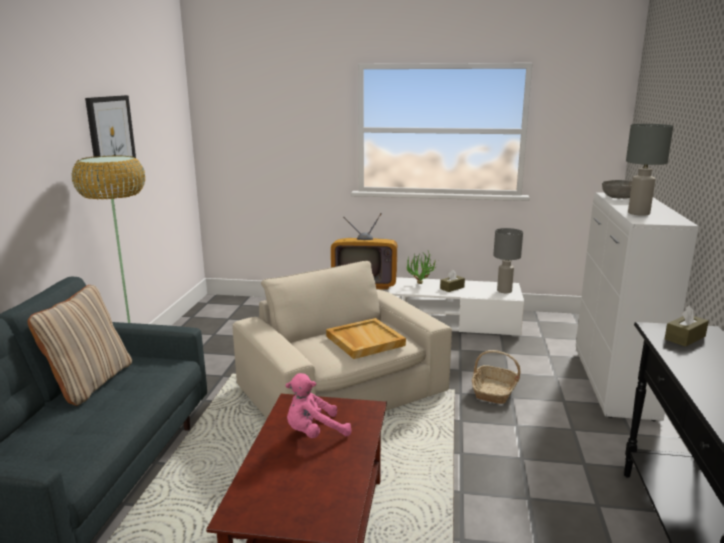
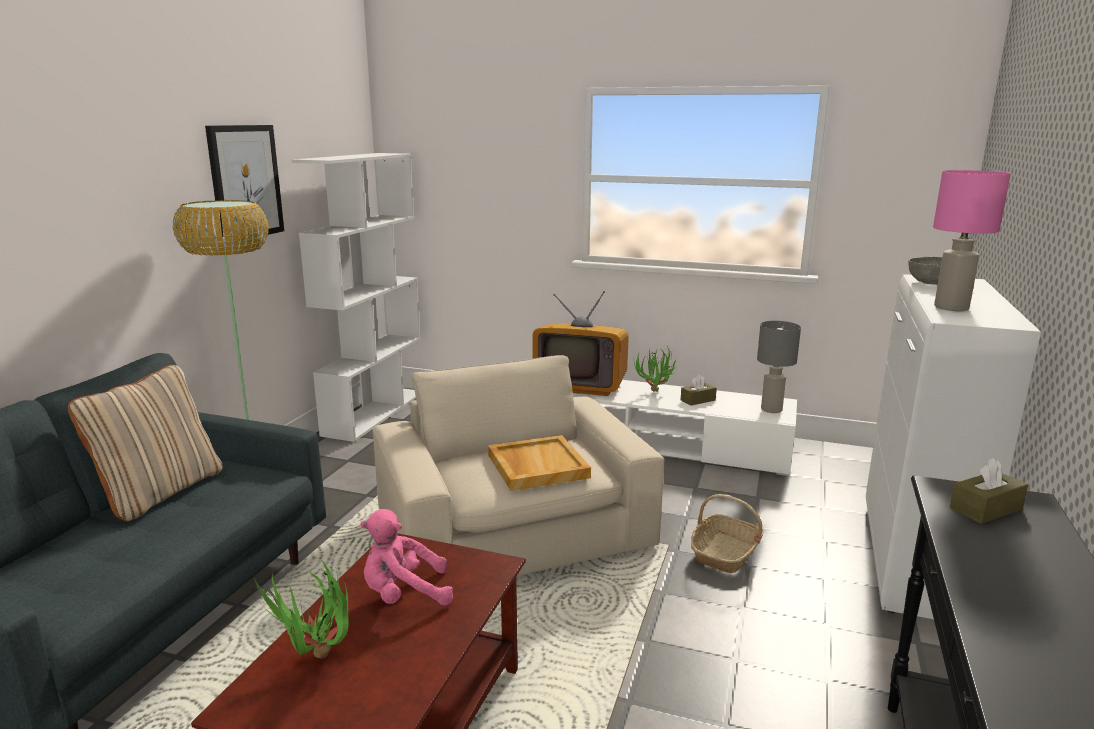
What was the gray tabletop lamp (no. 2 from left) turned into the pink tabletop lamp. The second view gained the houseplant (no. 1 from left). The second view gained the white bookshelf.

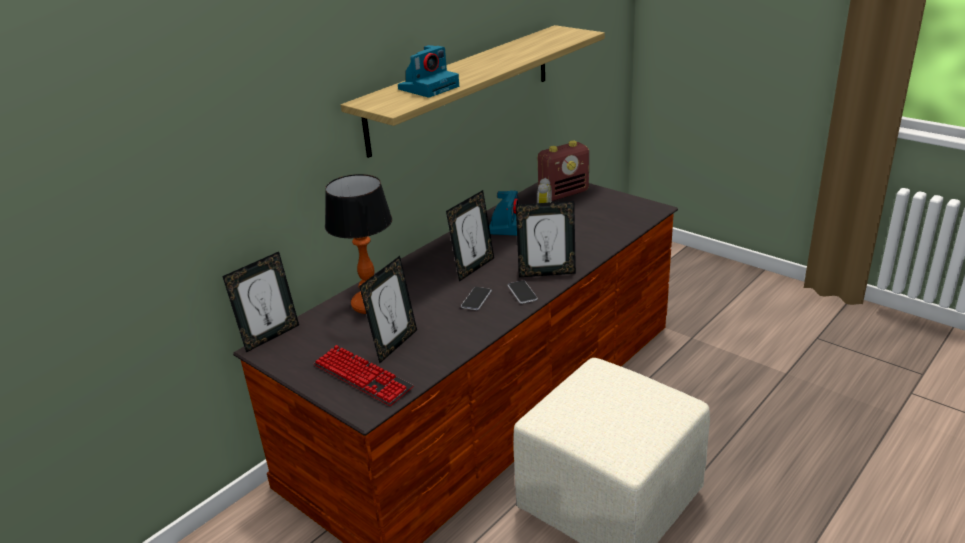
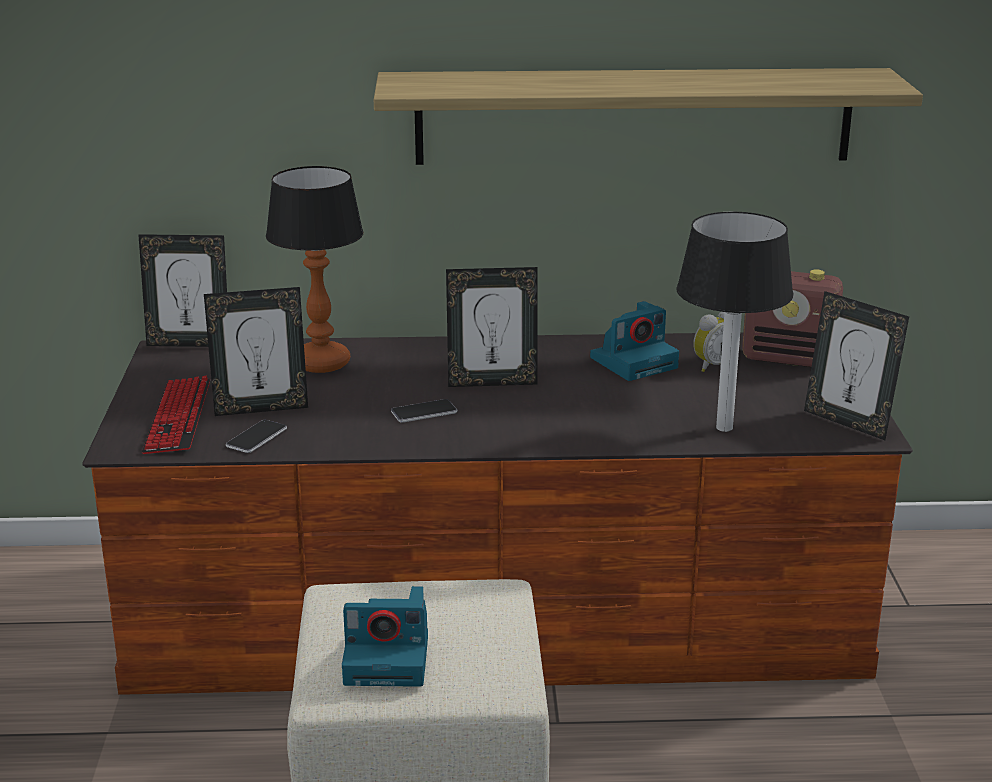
The still camera (no. 1 from left) ended up elsewhere. The phone (no. 2 from left in the first image) ended up elsewhere. The picture frame (no. 4 from left) ended up elsewhere. The second view gained the tabletop lamp (no. 2 from left).

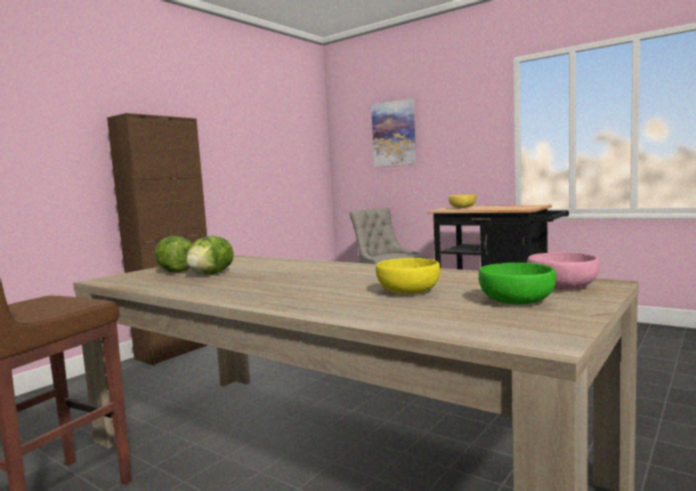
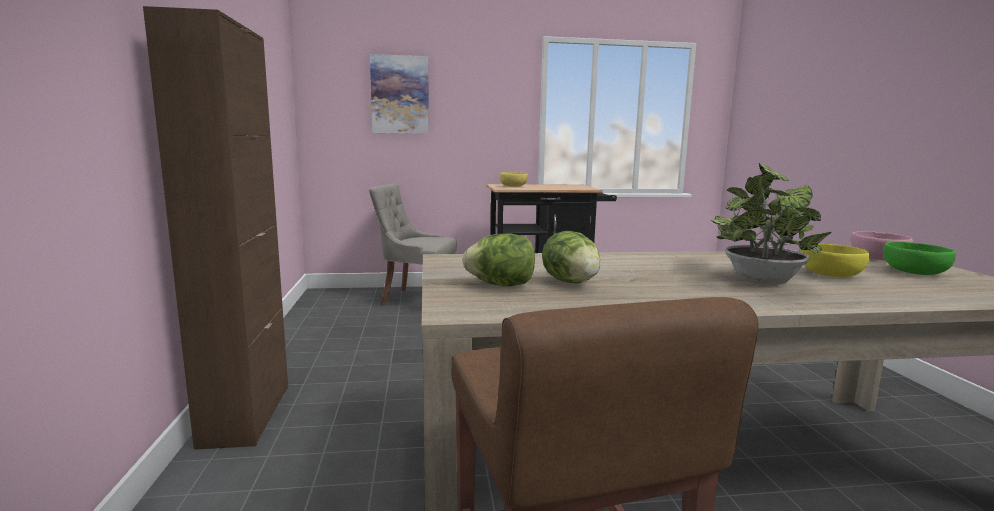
The second view gained the houseplant.

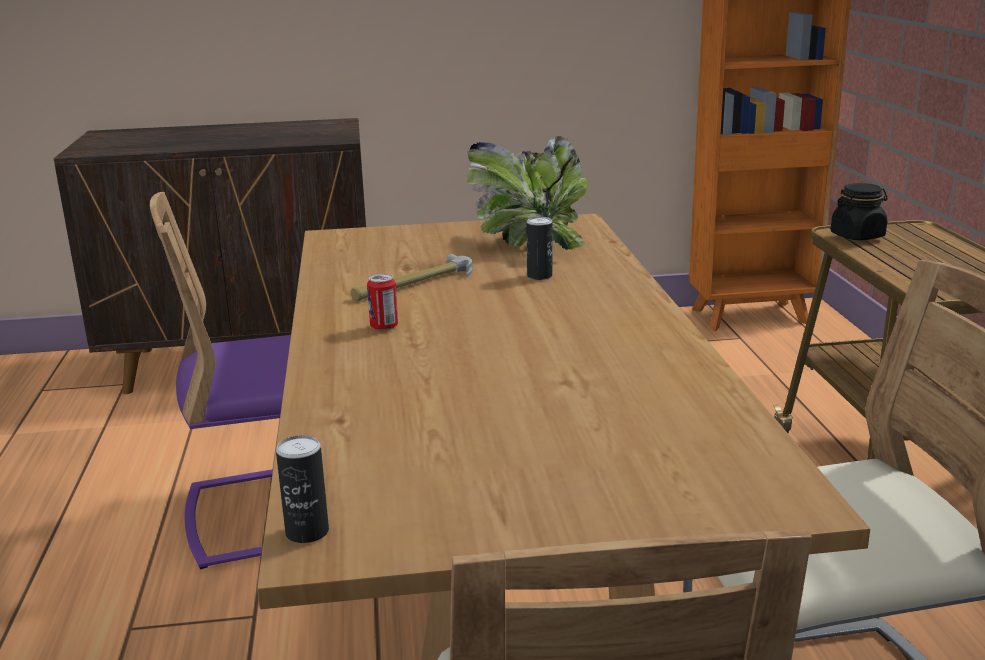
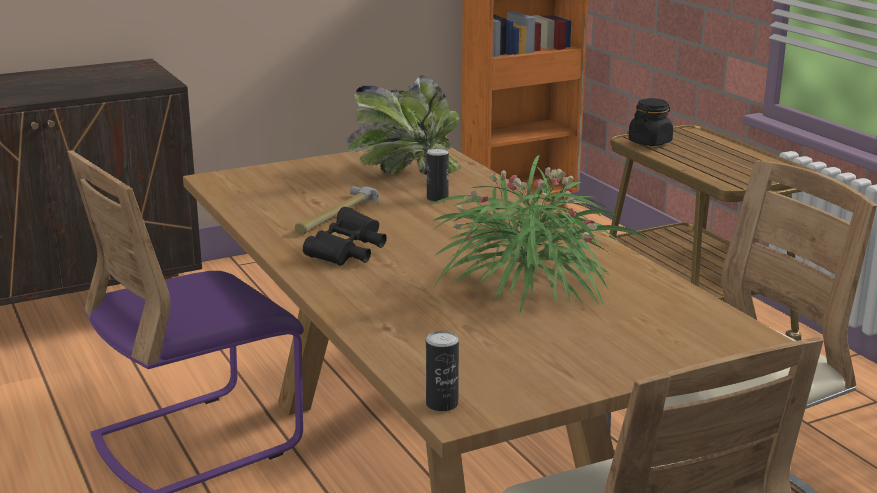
Where the can (no. 2 from left) stood, the blackish binoculars came to stand. The second view gained the houseplant (no. 2 from left).

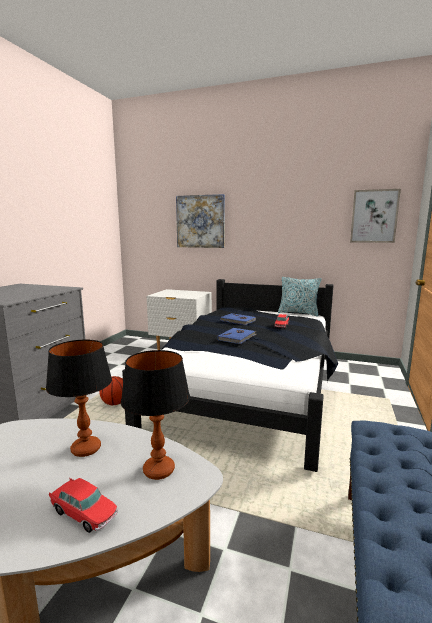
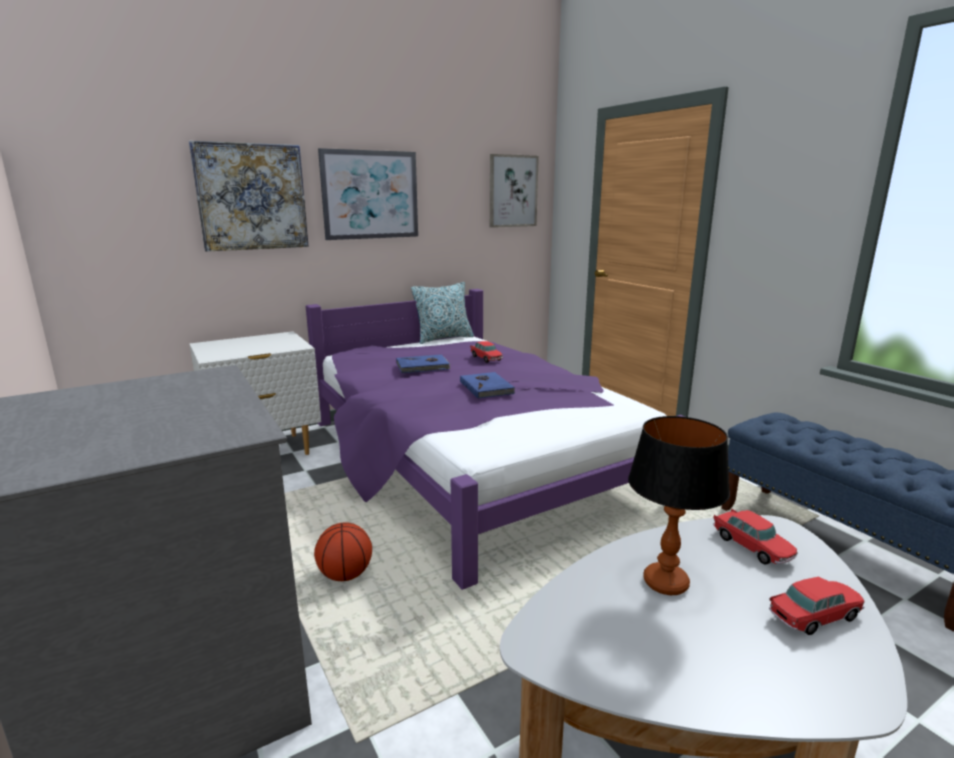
Where the tabletop lamp (no. 2 from left) stood, the miniature car (no. 2 from left) came to stand. What was the blackish bedroom bed turned into the purplish bedroom bed. The second view gained the wall picture (no. 2 from left).

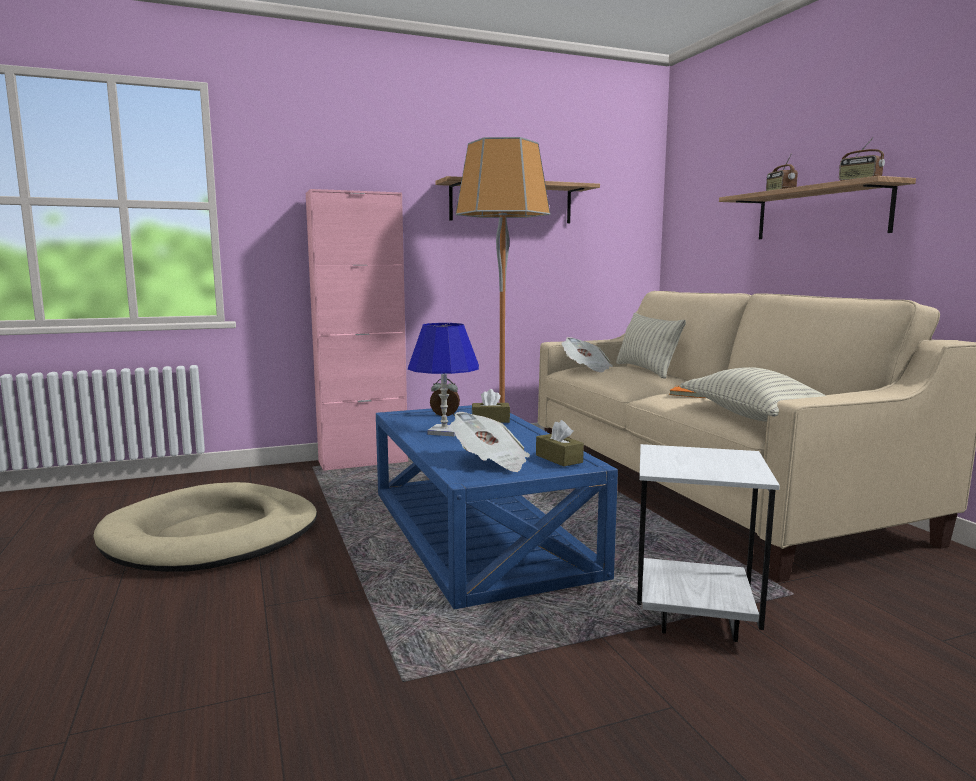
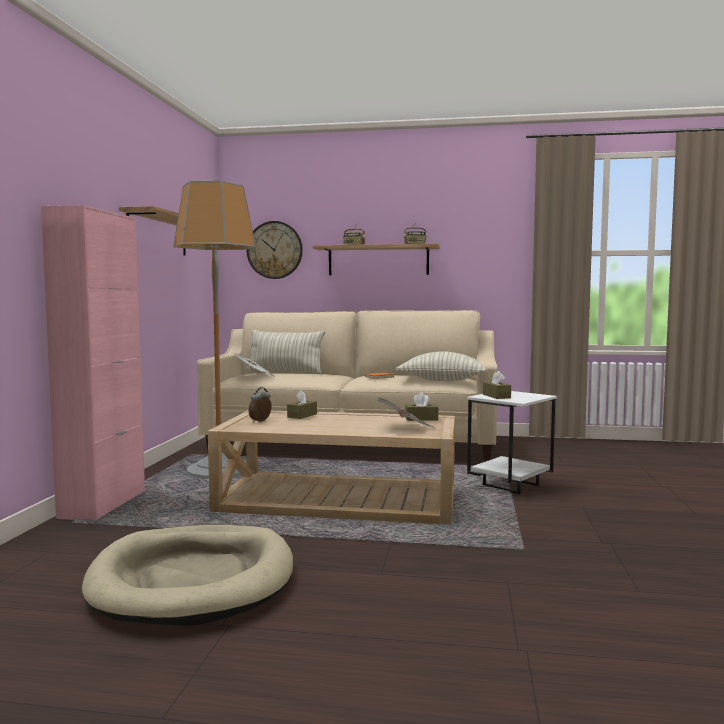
What was the blue-coloured lounge table turned into the beige lounge table. The second view lost the blue-coloured tabletop lamp. The second view gained the wall clock. The second view gained the brownish tissue holder (no. 3 from left).

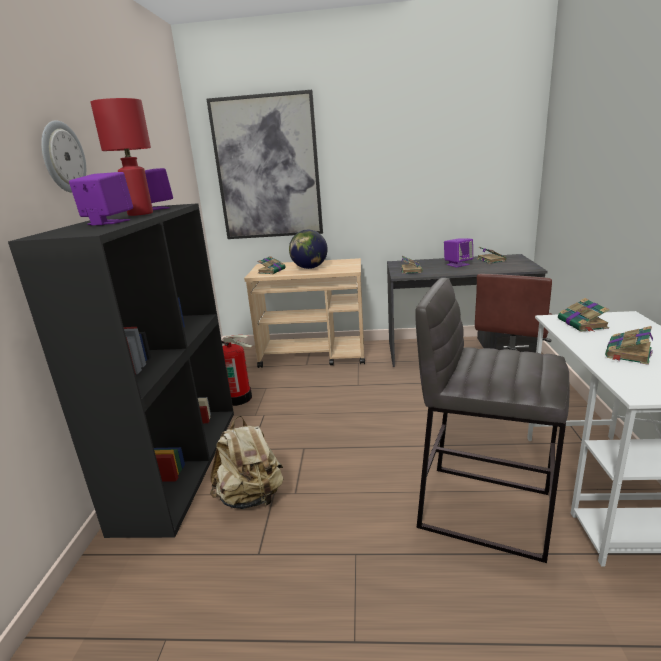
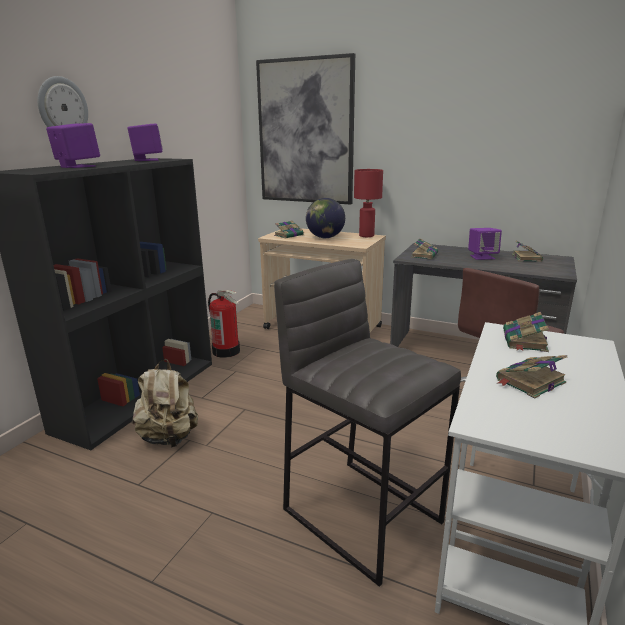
The red-coloured tabletop lamp ended up elsewhere.

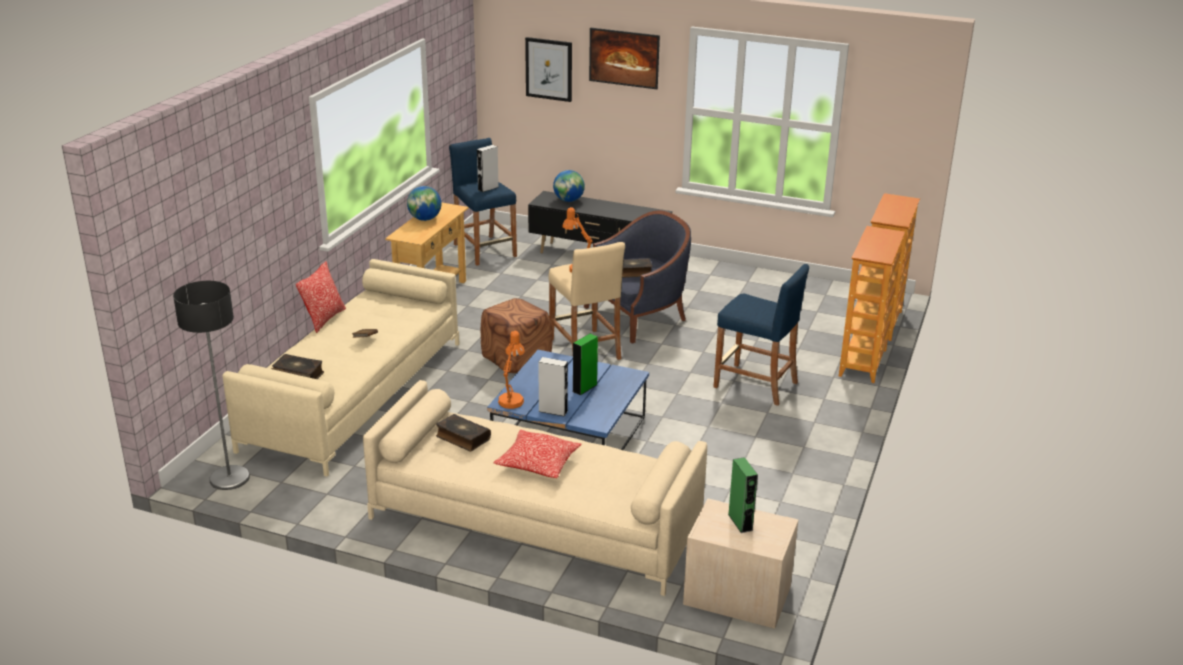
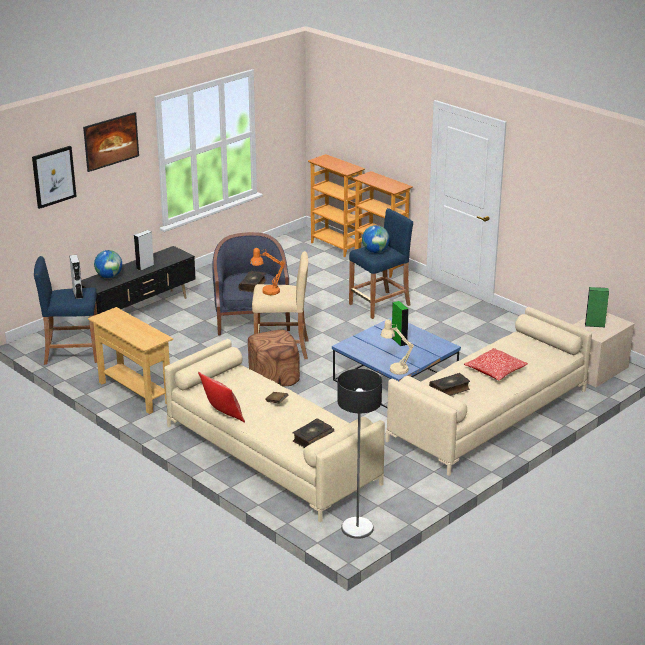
The globe (no. 1 from left in the first image) ended up elsewhere. What was the orange tabletop lamp (no. 1 from left) turned into the beige tabletop lamp. The gray audio speaker (no. 2 from left) ended up elsewhere.

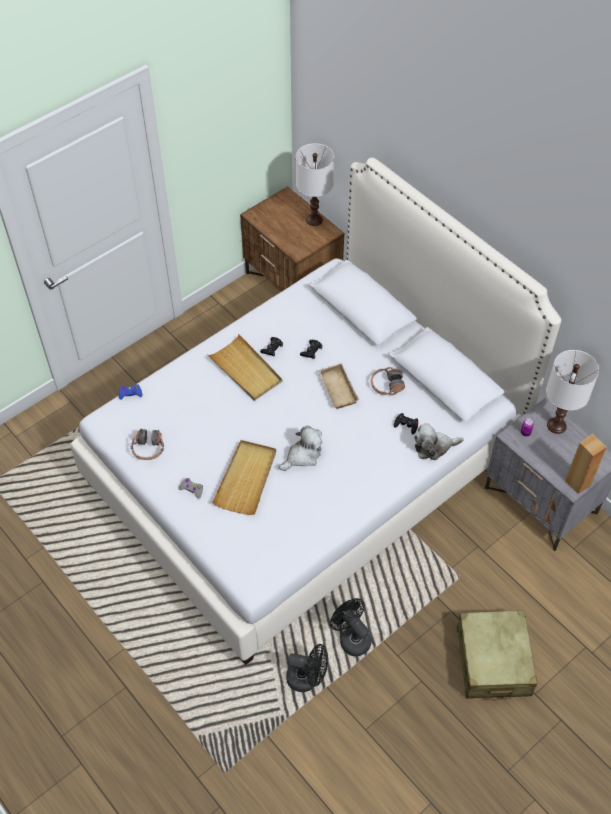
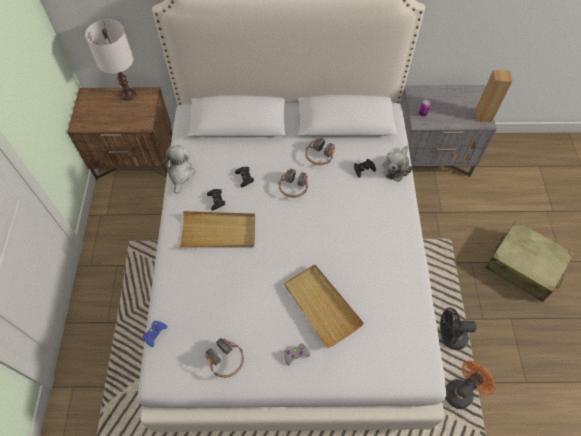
The cuddly toy (no. 1 from left) ended up elsewhere. What was the blackish fan (no. 1 from left) turned into the orange fan. Where the beige carrying tray (no. 3 from left) stood, the headphones (no. 2 from left) came to stand. The second view lost the white tabletop lamp (no. 2 from left).

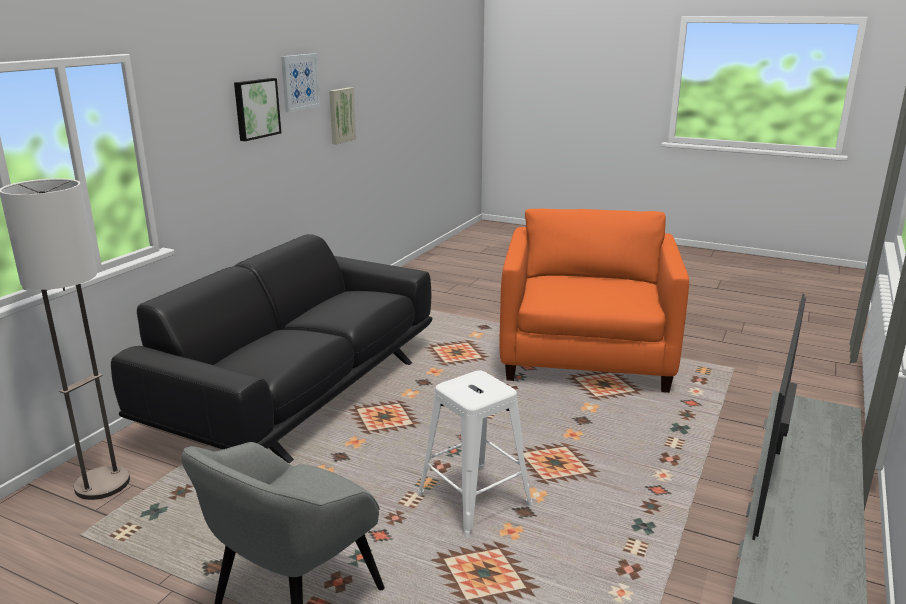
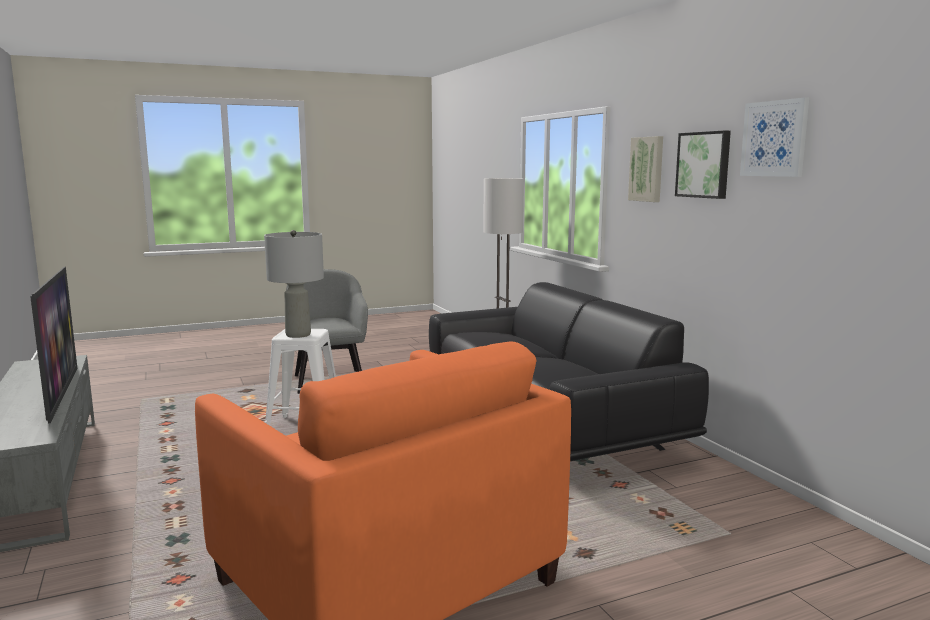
The wall picture (no. 3 from left in the first image) ended up elsewhere. The second view gained the gray tabletop lamp.

